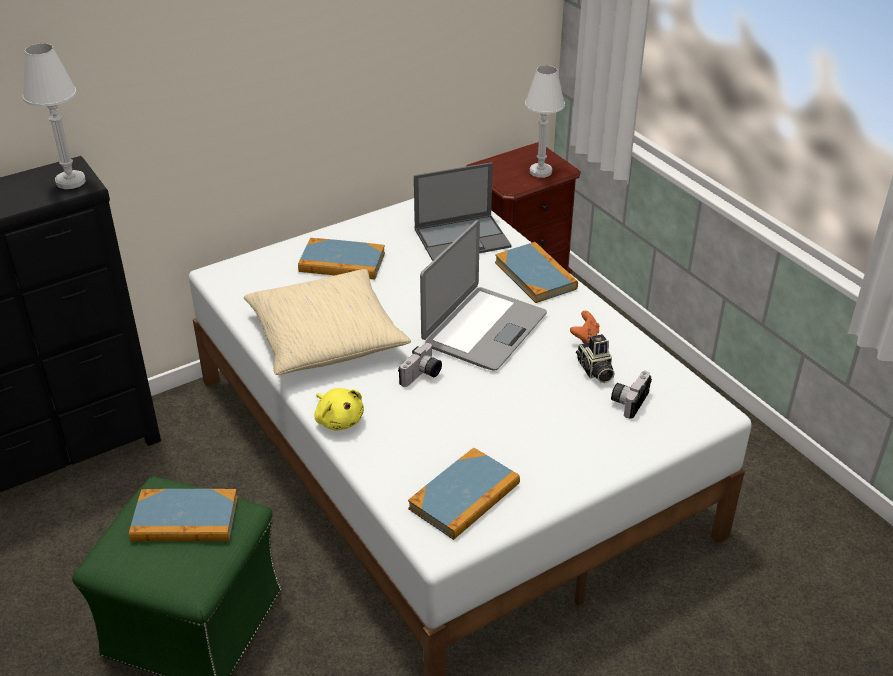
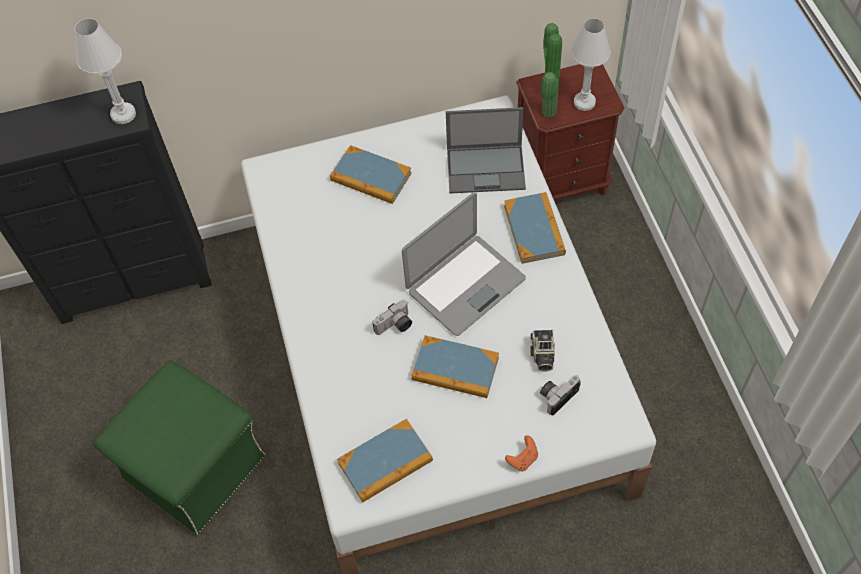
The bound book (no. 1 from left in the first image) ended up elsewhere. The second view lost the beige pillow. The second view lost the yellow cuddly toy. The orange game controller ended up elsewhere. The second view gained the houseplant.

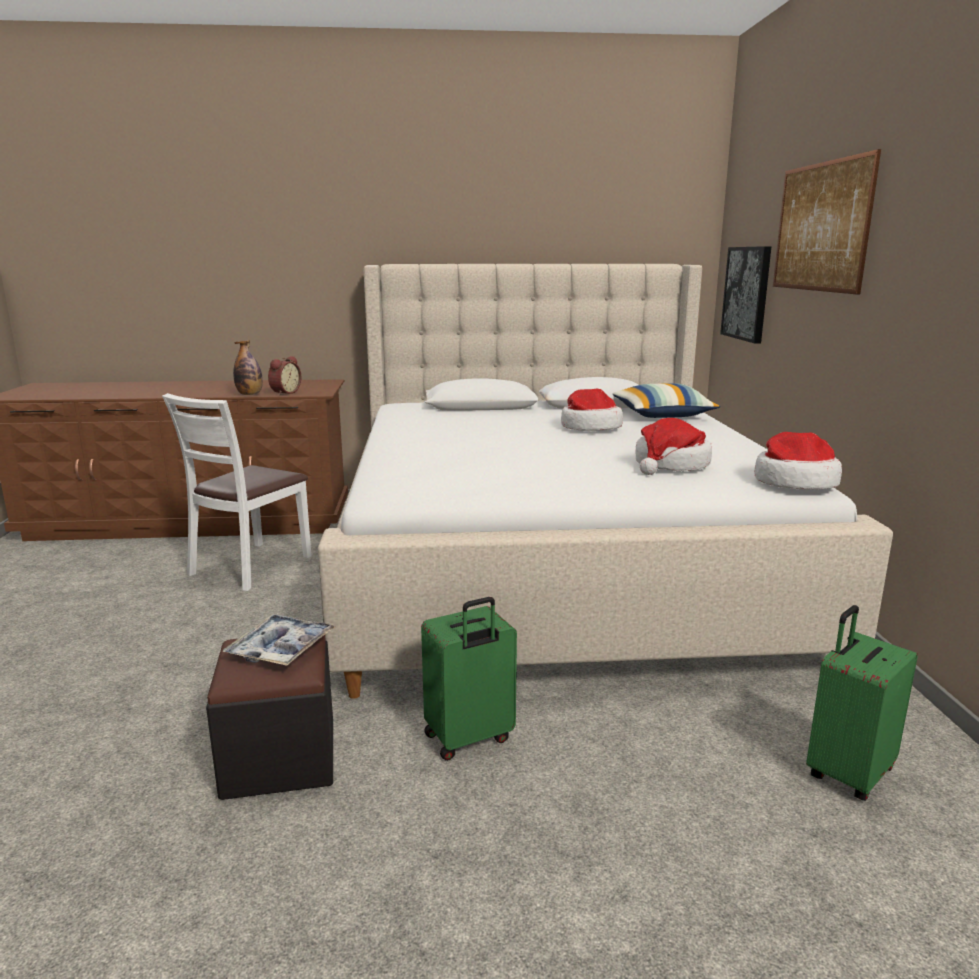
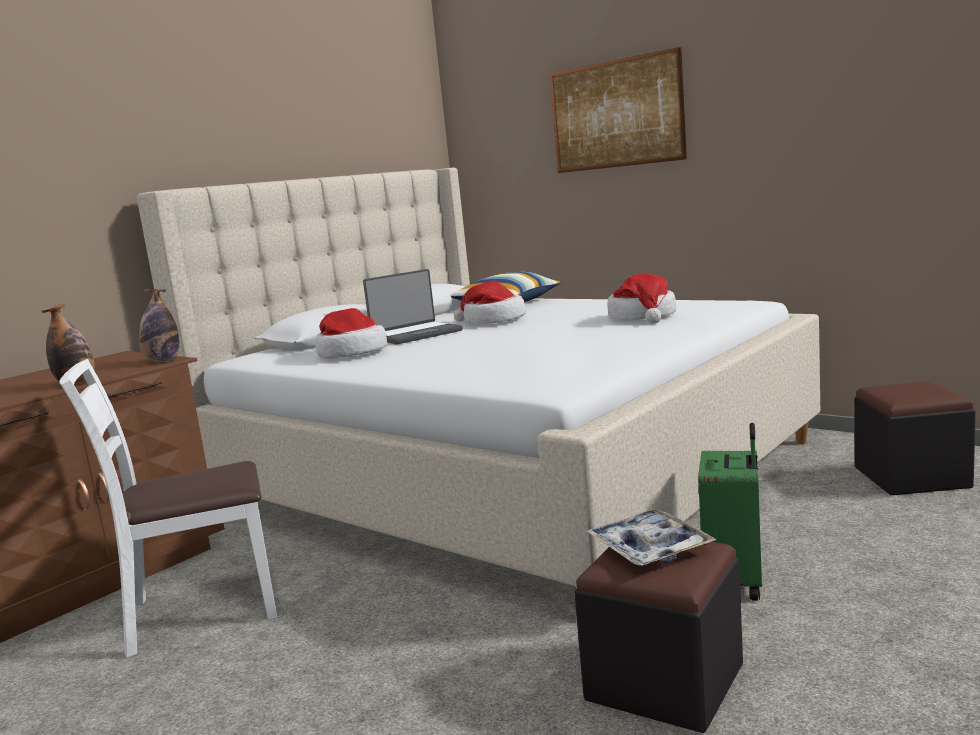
The white plain chair ended up facing another way, 90 degrees clockwise from before. The second view lost the bedside clock. The second view lost the wall picture (no. 1 from left). The clothing hat (no. 3 from left in the first image) ended up elsewhere. Where the green-coloured travel case (no. 2 from left) stood, the blackish pouffe (no. 2 from left) came to stand. The second view gained the beverage bottle (no. 2 from left). The second view gained the laptop.

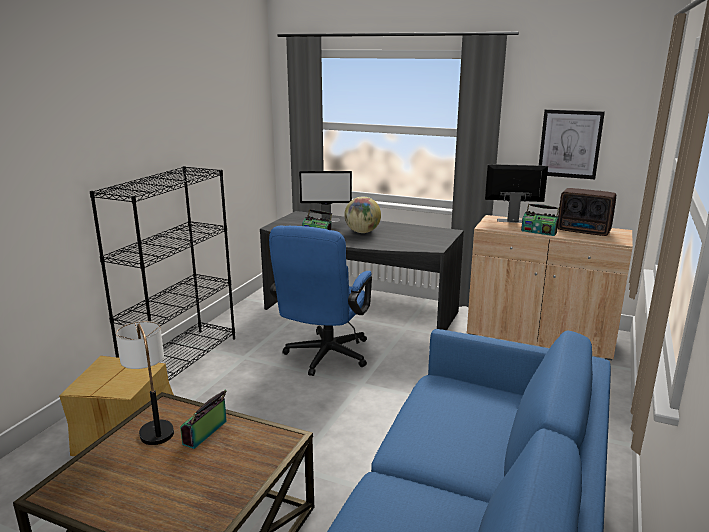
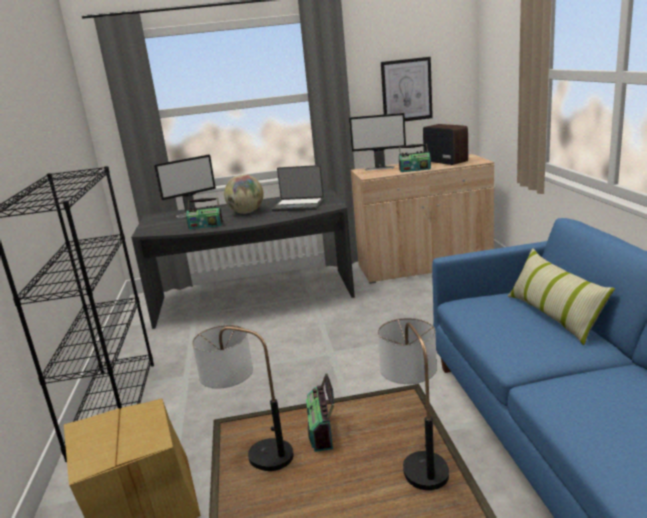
The second view lost the blue-coloured desk chair. The computer display (no. 2 from left) ended up facing another way, 150 degrees counterclockwise from before. The radio receiver (no. 4 from left) ended up facing another way, 120 degrees counterclockwise from before. The second view gained the laptop. The second view gained the tabletop lamp (no. 2 from left). The second view gained the pillow.

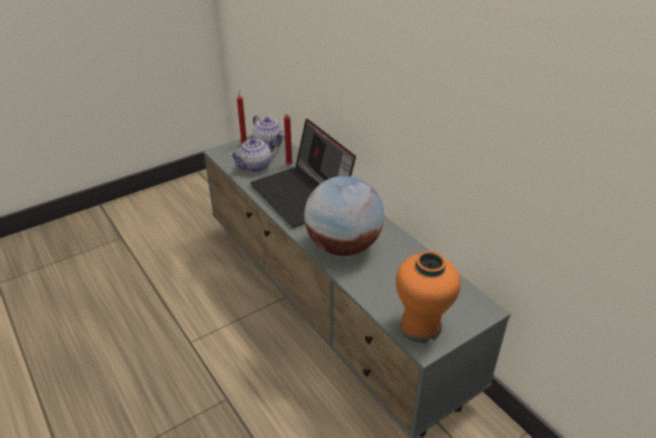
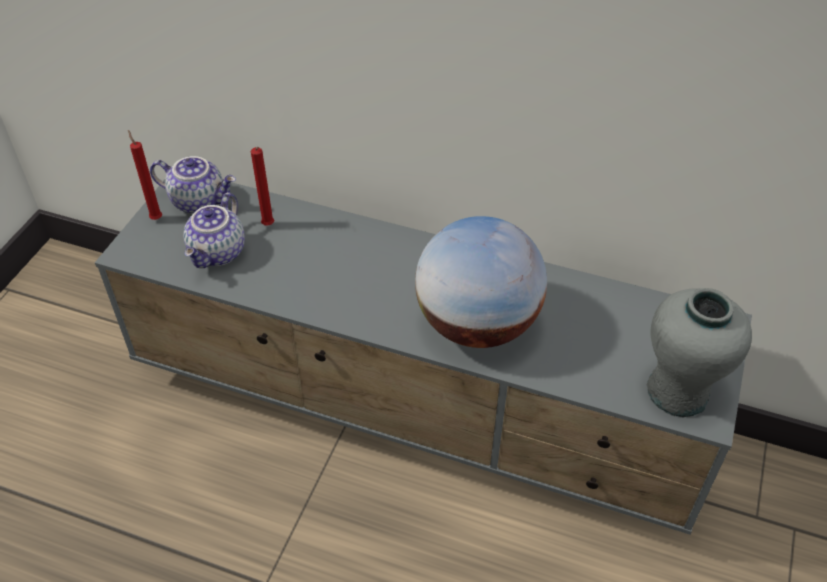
The second view lost the laptop. What was the orange vase turned into the gray vase.

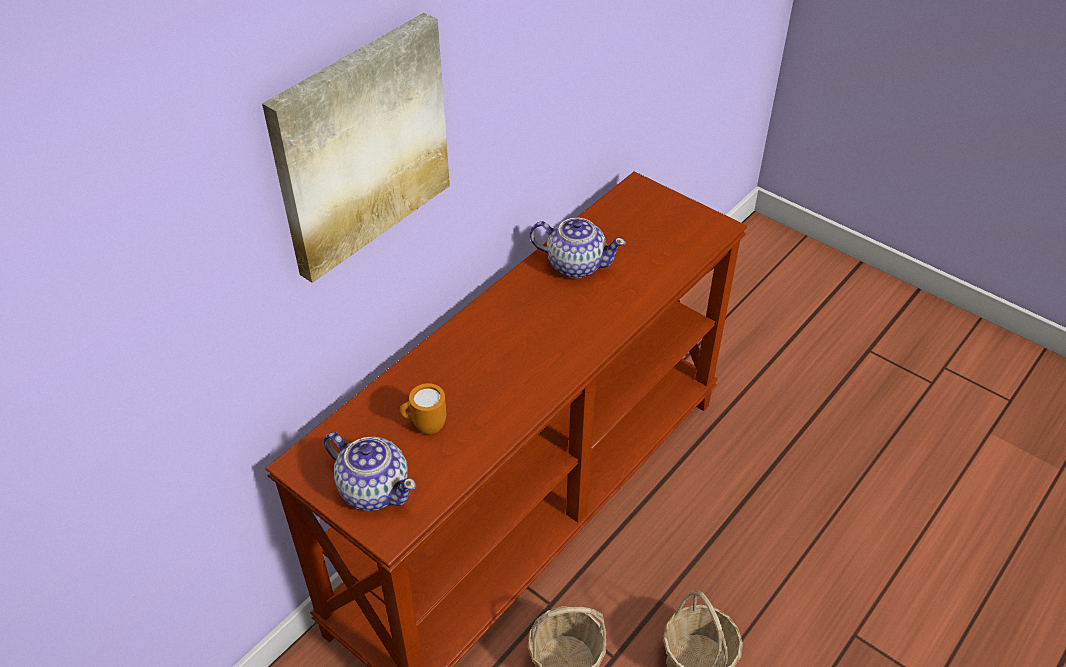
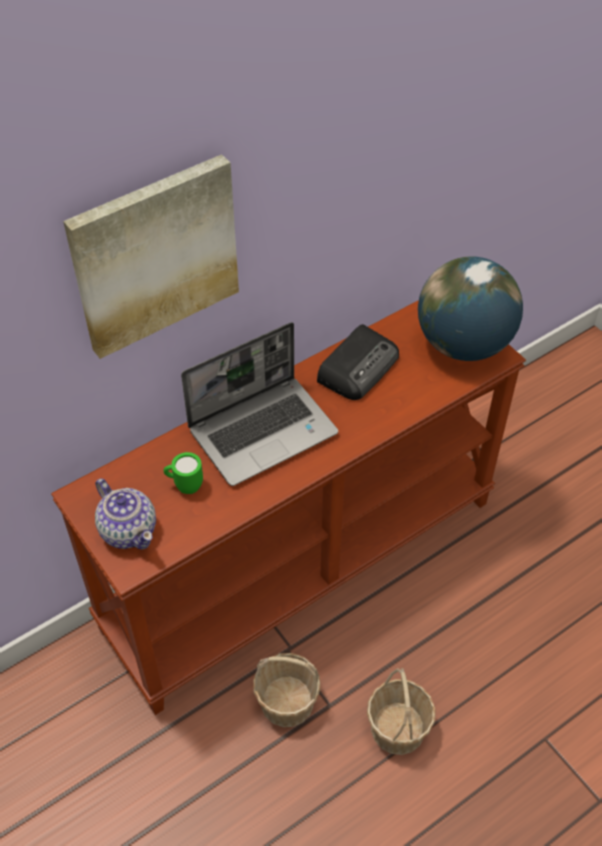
What was the orange coffee mug turned into the green-coloured coffee mug. Where the teapot (no. 2 from left) stood, the radio receiver came to stand. The second view gained the laptop. The second view gained the globe.

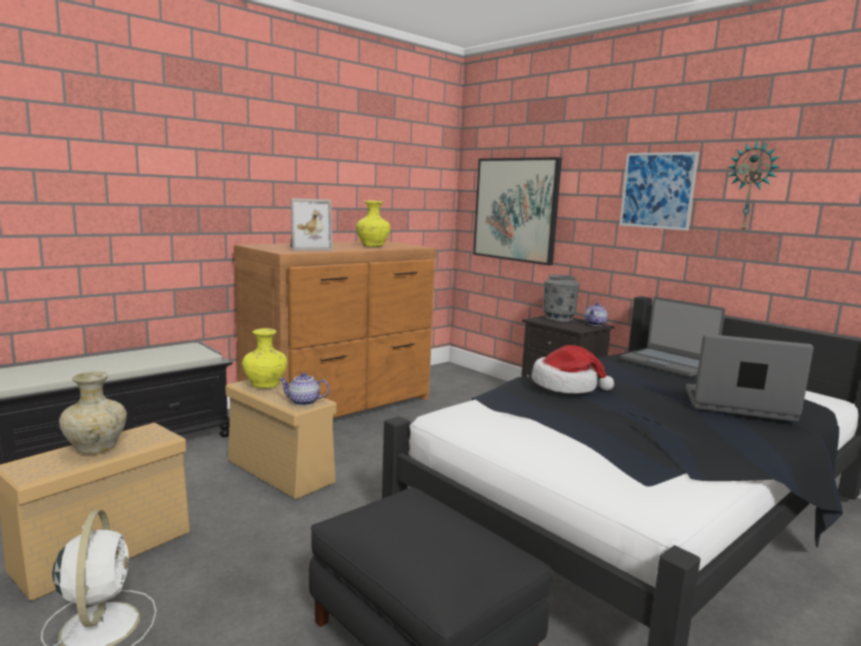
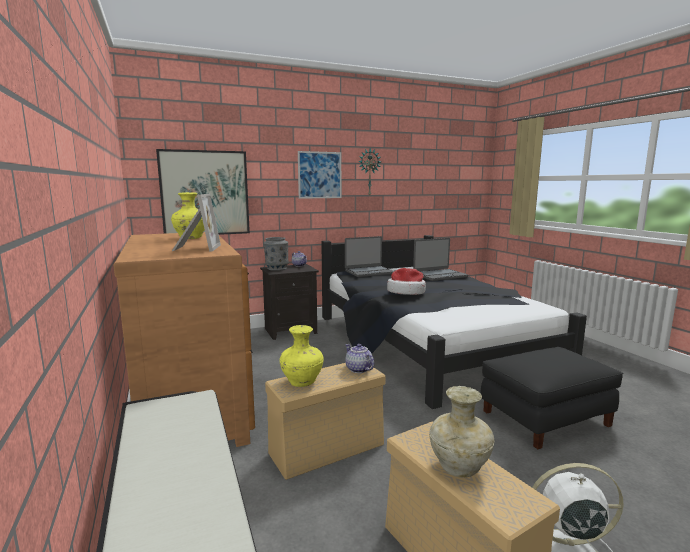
The teapot (no. 1 from left in the first image) ended up facing another way, 120 degrees clockwise from before. The laptop (no. 2 from left) ended up facing another way, 150 degrees counterclockwise from before.

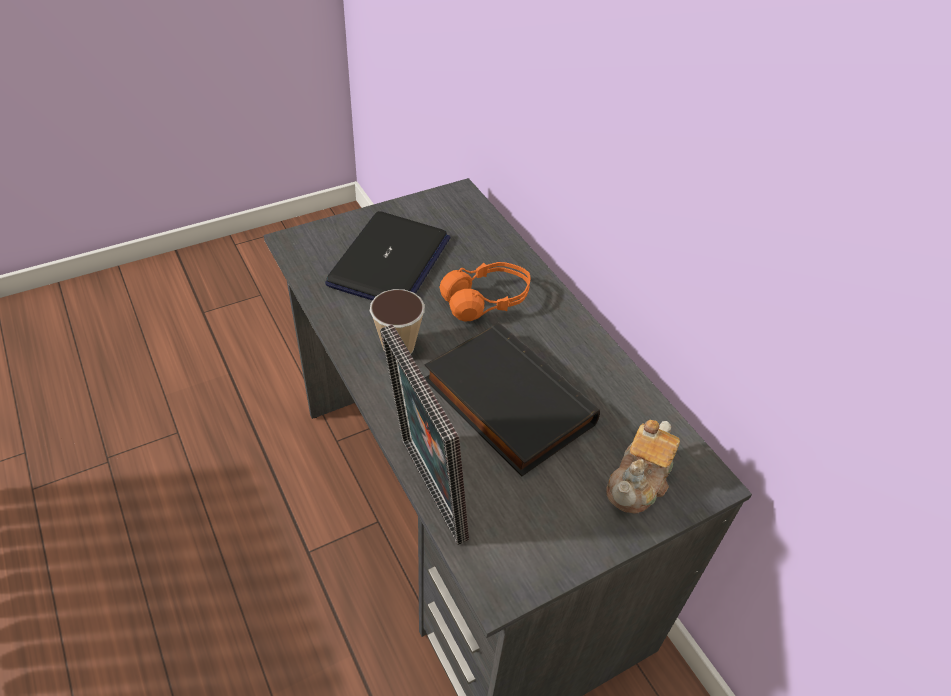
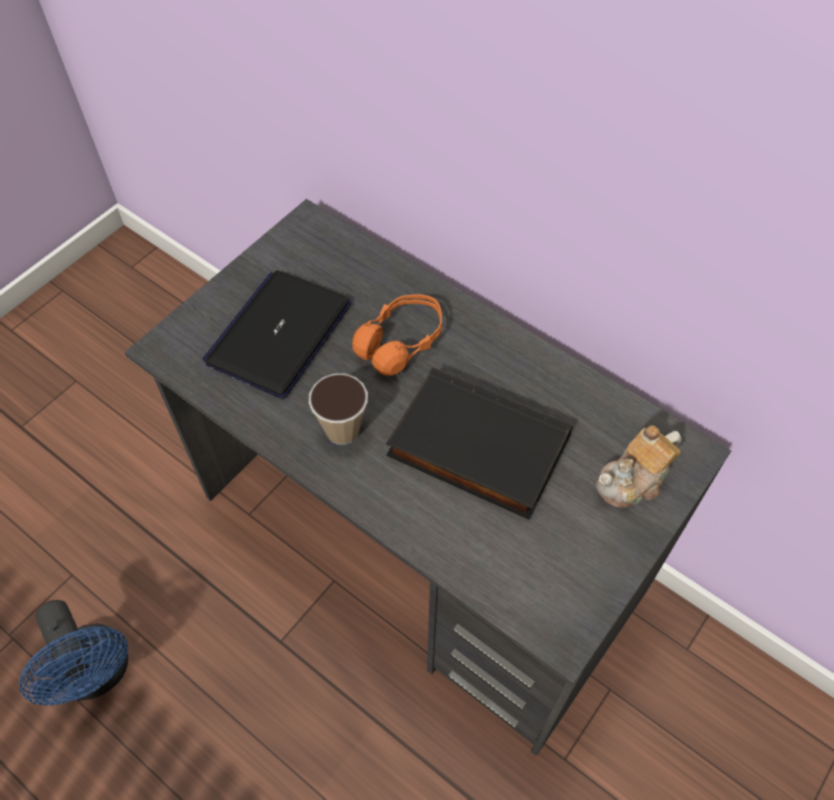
The laptop ended up facing another way, 150 degrees counterclockwise from before. The second view lost the picture frame. The teapot ended up facing another way, 45 degrees clockwise from before. The second view gained the blue-coloured fan.

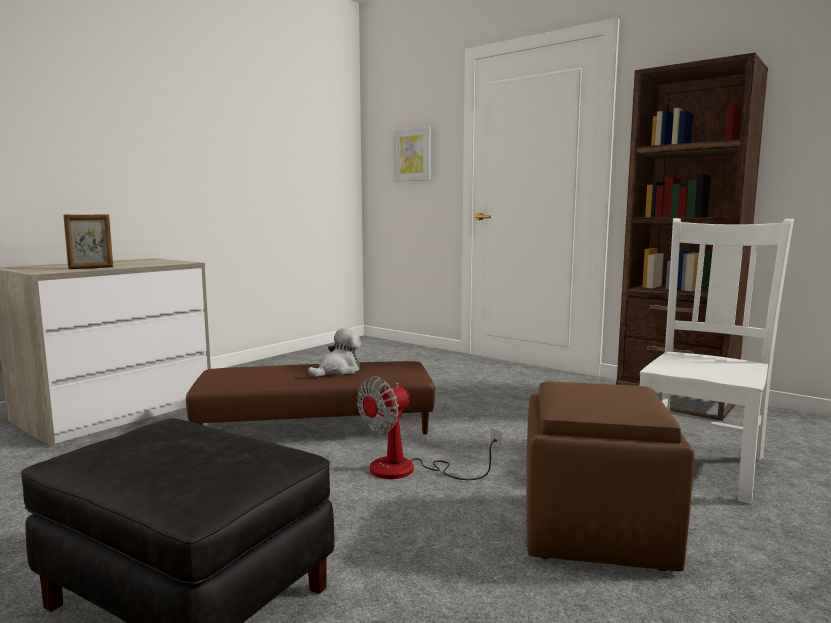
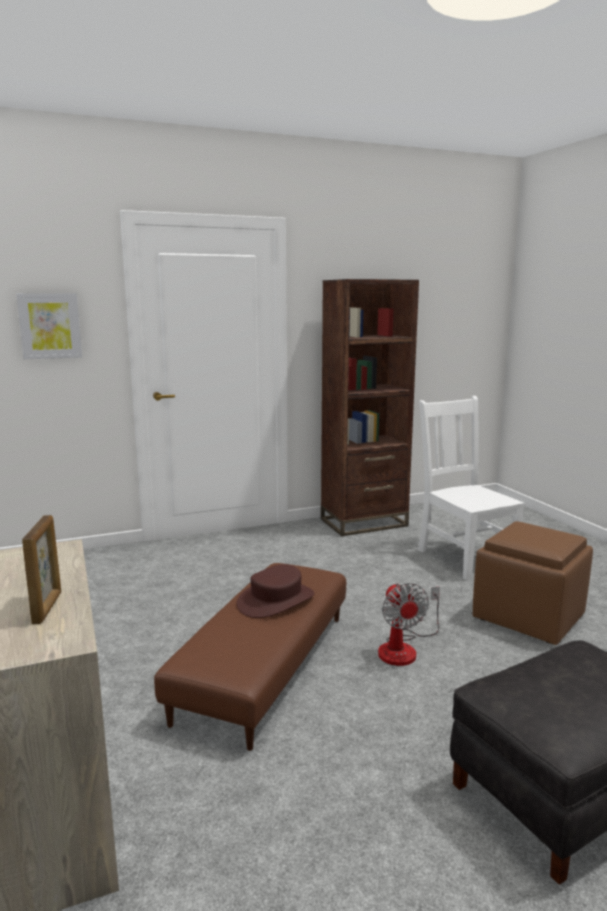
Where the cuddly toy stood, the brownish clothing hat came to stand.

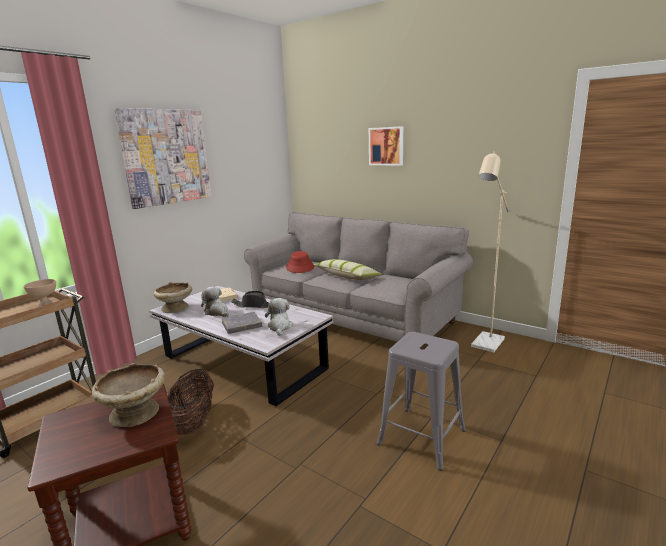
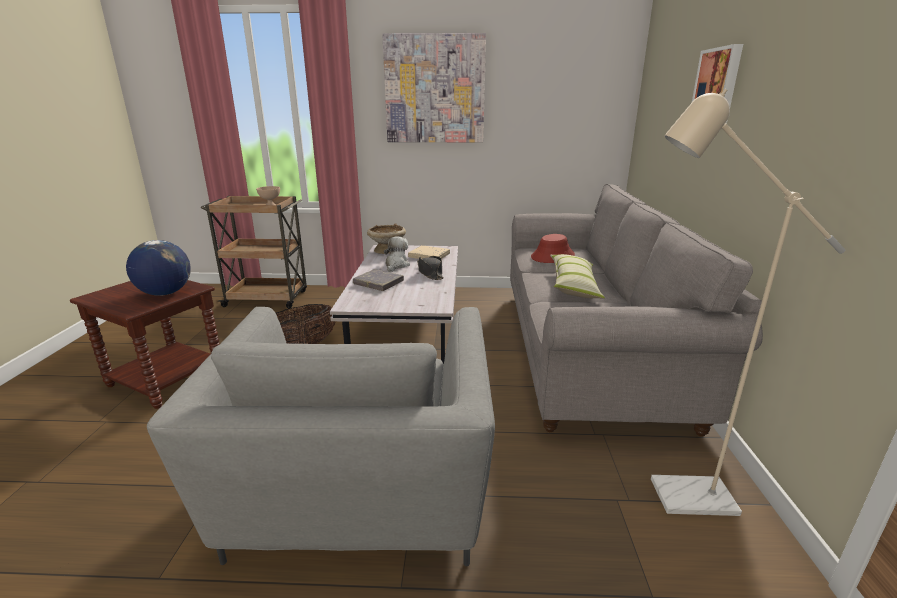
Where the beige bowl (no. 2 from left) stood, the globe came to stand. The second view lost the cuddly toy (no. 2 from left). Where the gray sitting stool stood, the gray easy chair came to stand.

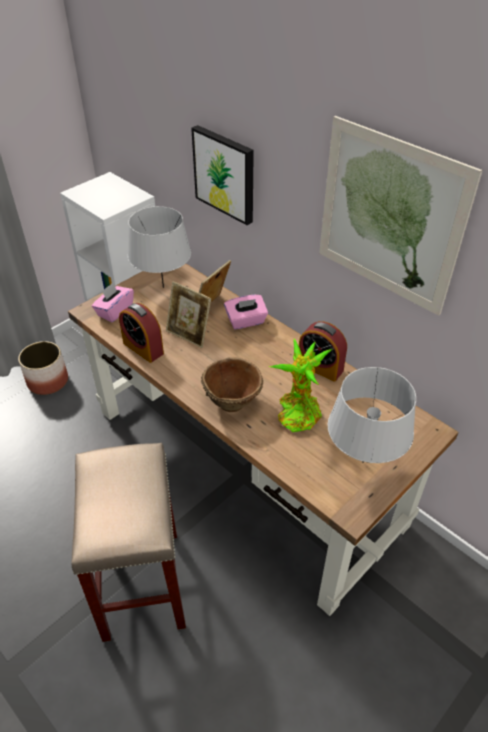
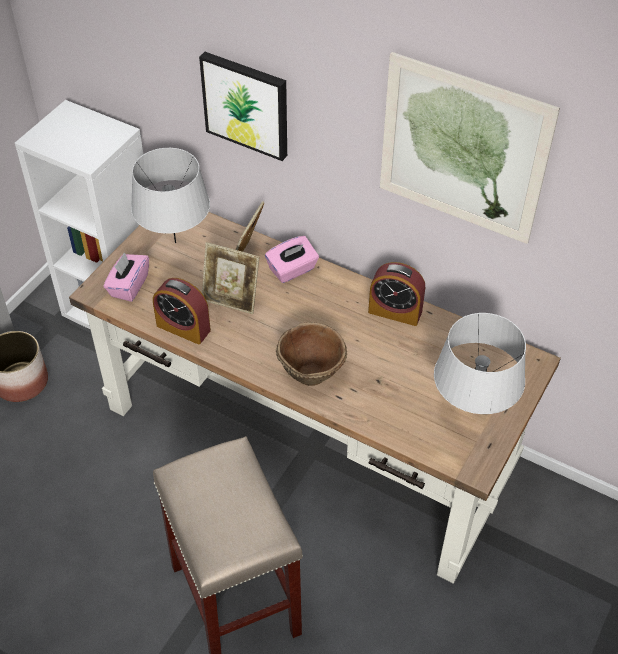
The second view lost the houseplant.

